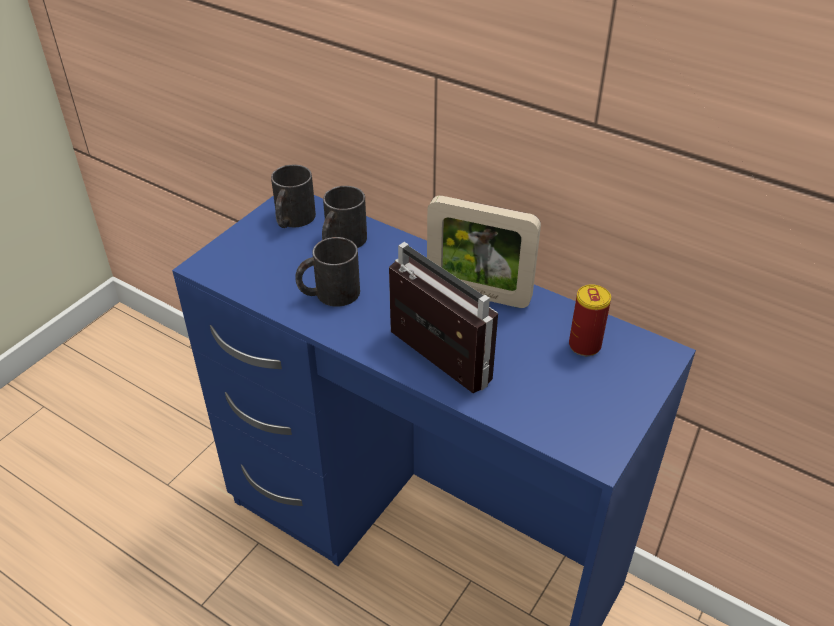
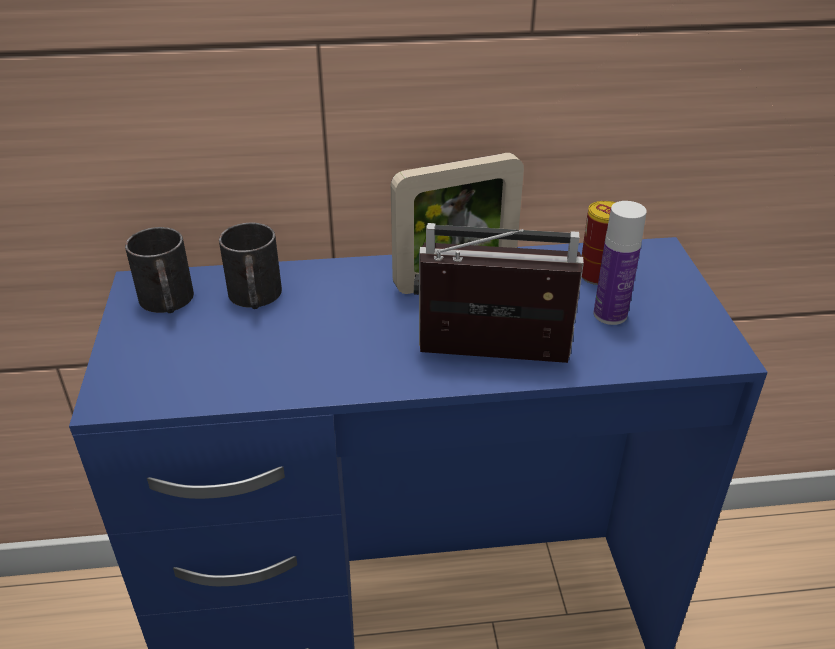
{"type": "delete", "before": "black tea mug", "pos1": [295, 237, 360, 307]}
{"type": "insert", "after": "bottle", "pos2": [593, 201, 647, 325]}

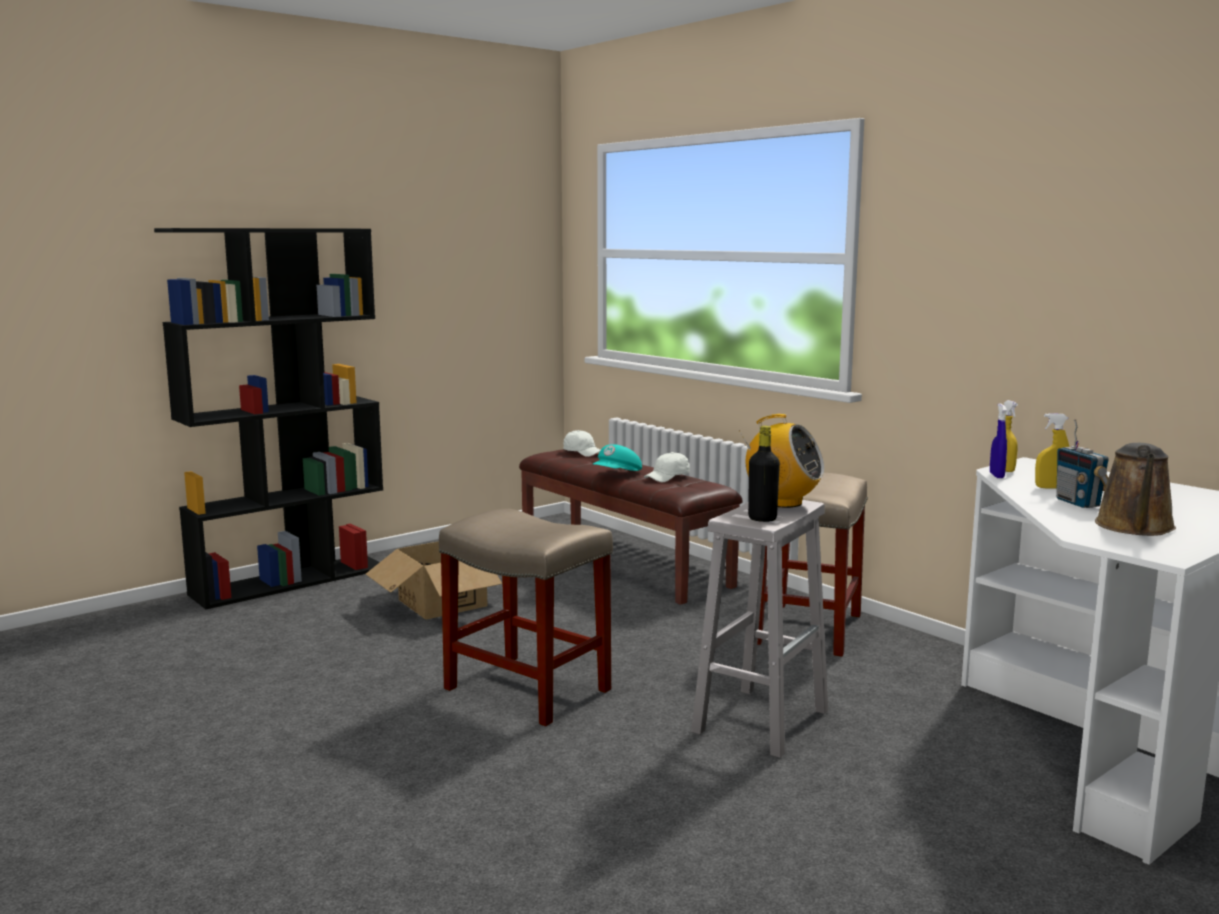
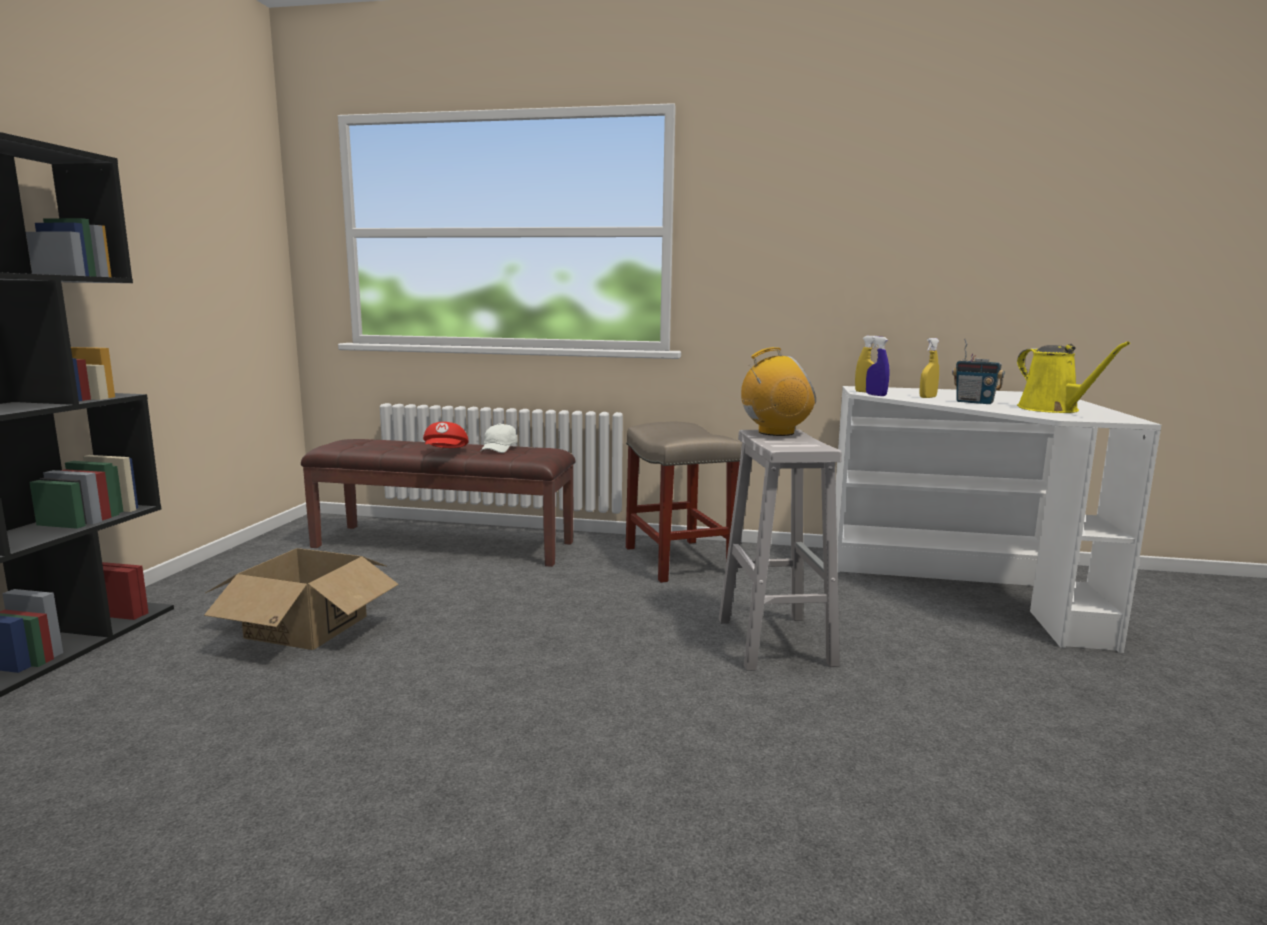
{"type": "delete", "before": "sand-coloured sitting stool", "pos1": [439, 509, 613, 726]}
{"type": "delete", "before": "white peaked cap", "pos1": [563, 430, 600, 457]}
{"type": "recolor", "before": "turquoise peaked cap", "after": "red-coloured peaked cap", "pos1": [592, 444, 642, 471], "pos2": [423, 422, 469, 448]}
{"type": "delete", "before": "black bottle", "pos1": [748, 426, 780, 522]}
{"type": "recolor", "before": "brown sprinkling can", "after": "yellow sprinkling can", "pos1": [1095, 443, 1176, 536], "pos2": [1017, 341, 1130, 413]}

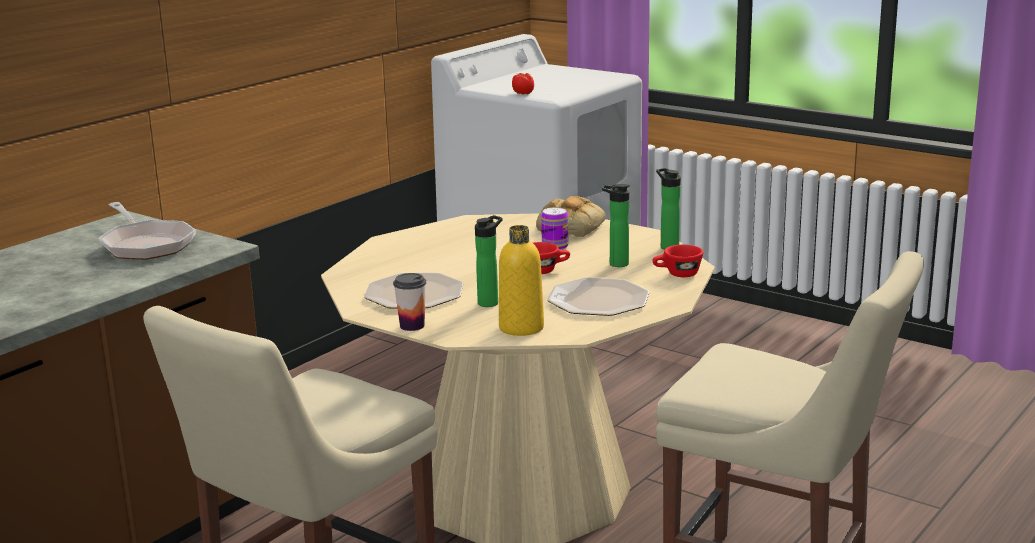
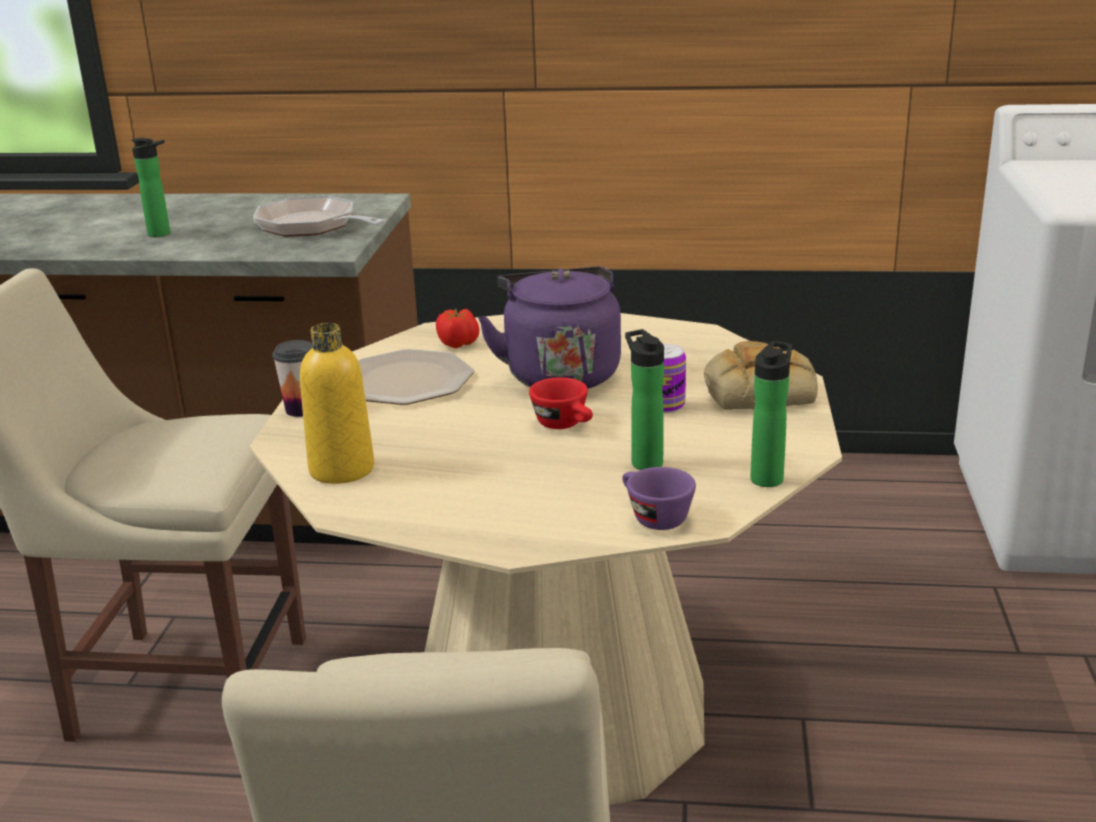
{"type": "rotate", "before": "skillet", "pos1": [99, 202, 196, 260], "pos2": [253, 196, 387, 237], "turn": 105}
{"type": "move", "before": "bottle", "pos1": [475, 215, 503, 307], "pos2": [131, 138, 170, 237]}
{"type": "move", "before": "fresh tomato", "pos1": [512, 73, 534, 94], "pos2": [436, 308, 479, 348]}
{"type": "delete", "before": "flat dish", "pos1": [547, 277, 649, 316]}
{"type": "recolor", "before": "red-coloured small cup", "after": "purple small cup", "pos1": [653, 245, 703, 277], "pos2": [622, 467, 696, 530]}
{"type": "insert", "after": "purple kettle", "pos2": [478, 266, 621, 389]}

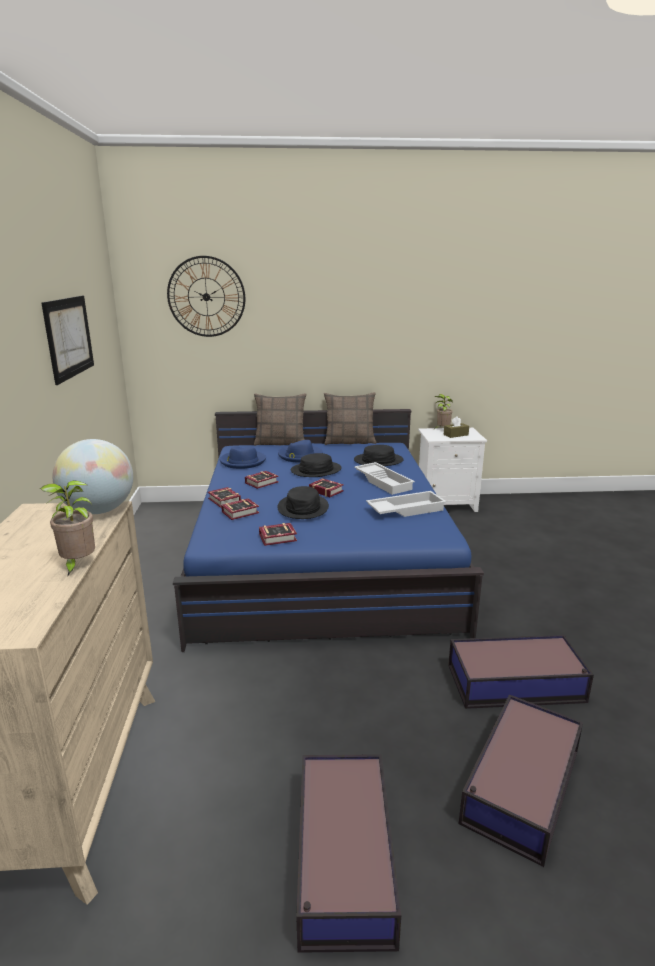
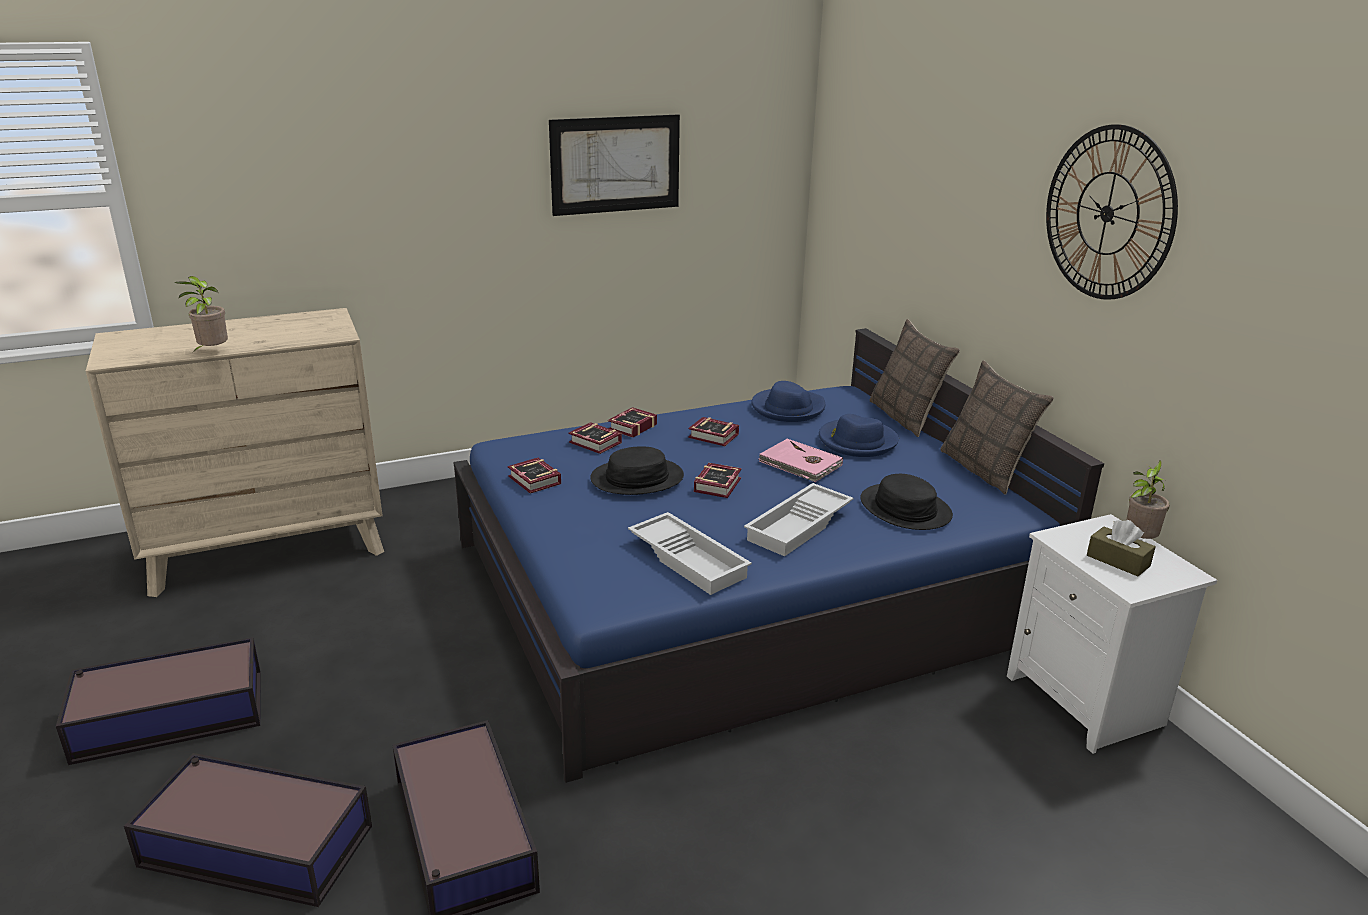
{"type": "delete", "before": "globe", "pos1": [52, 439, 133, 514]}
{"type": "move", "before": "wall clock", "pos1": [167, 256, 245, 337], "pos2": [1046, 124, 1178, 300]}
{"type": "replace", "before": "black wearable hat", "after": "pinkish volume", "pos1": [291, 453, 342, 477], "pos2": [758, 439, 843, 482]}

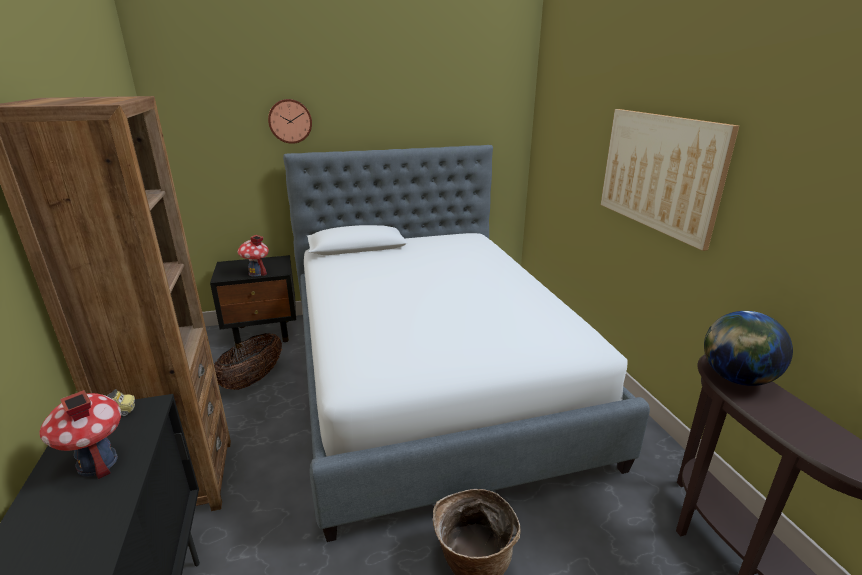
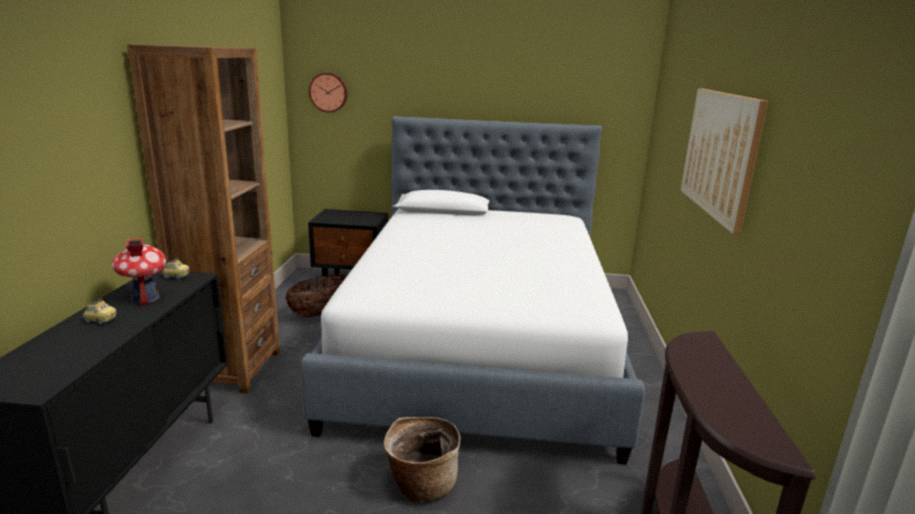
{"type": "delete", "before": "miniature house", "pos1": [238, 235, 269, 276]}
{"type": "move", "before": "wall clock", "pos1": [268, 99, 312, 144], "pos2": [309, 73, 348, 113]}
{"type": "delete", "before": "globe", "pos1": [704, 311, 793, 386]}
{"type": "insert", "after": "toy car", "pos2": [82, 298, 117, 325]}

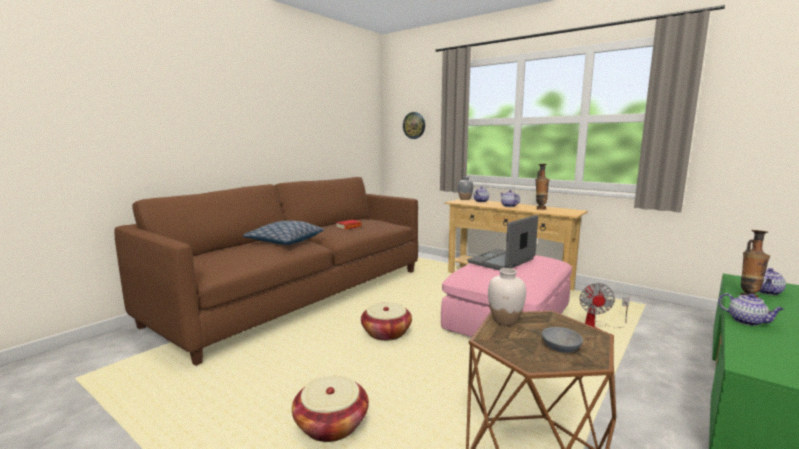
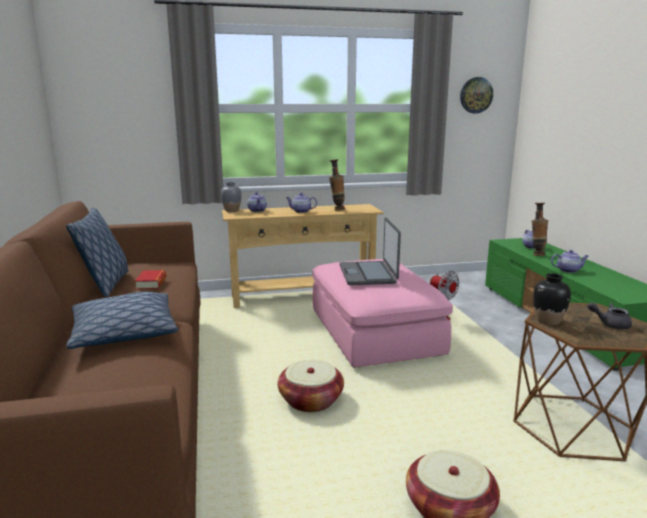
{"type": "move", "before": "wall clock", "pos1": [403, 112, 425, 139], "pos2": [460, 77, 493, 114]}
{"type": "recolor", "before": "white decorative vase", "after": "black decorative vase", "pos1": [488, 268, 526, 325], "pos2": [533, 273, 571, 325]}
{"type": "replace", "before": "greyish bowl", "after": "greyish tea pot", "pos1": [542, 327, 583, 353], "pos2": [587, 302, 632, 329]}
{"type": "insert", "after": "pillow", "pos2": [66, 208, 128, 297]}

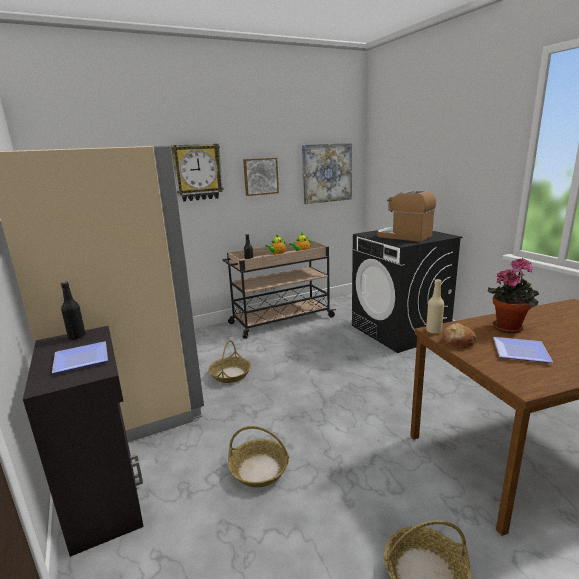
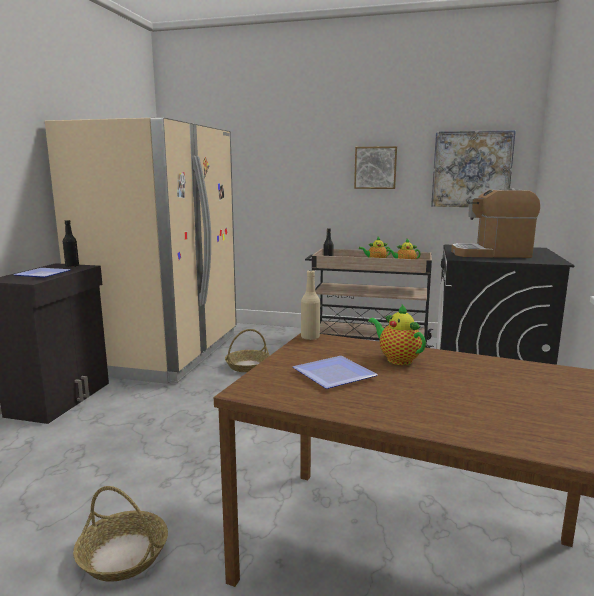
{"type": "delete", "before": "wall clock", "pos1": [171, 144, 224, 201]}
{"type": "delete", "before": "storage basket", "pos1": [228, 426, 289, 487]}
{"type": "rotate", "before": "coffee brewer", "pos1": [377, 191, 436, 242], "pos2": [451, 188, 540, 258], "turn": -75}
{"type": "delete", "before": "baked bread", "pos1": [442, 323, 477, 348]}
{"type": "replace", "before": "houseplant", "after": "tea pot", "pos1": [488, 258, 539, 333], "pos2": [368, 304, 426, 365]}

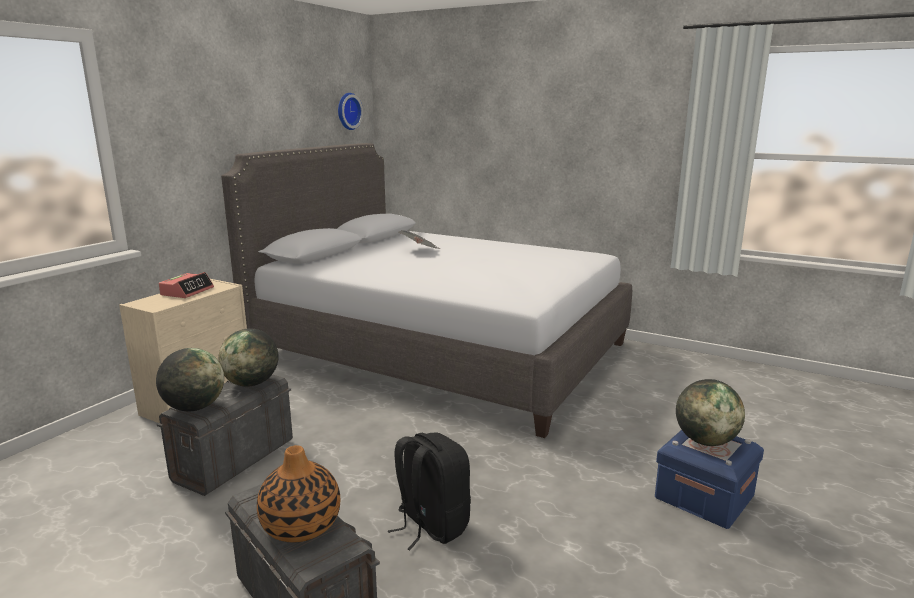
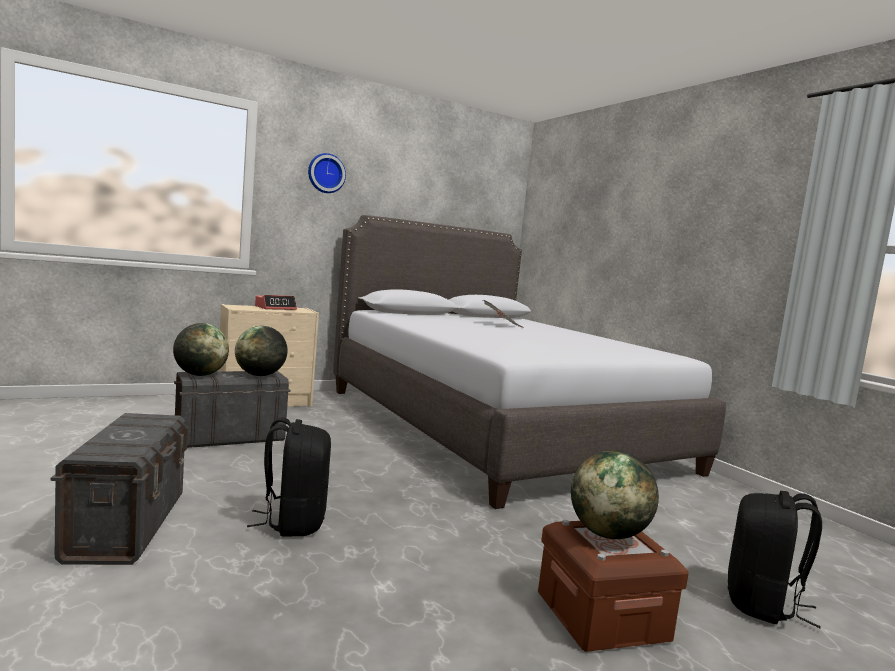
{"type": "delete", "before": "decorative vase", "pos1": [257, 445, 340, 543]}
{"type": "move", "before": "wall clock", "pos1": [338, 93, 363, 130], "pos2": [308, 153, 346, 193]}
{"type": "recolor", "before": "blue-coloured storage bin", "after": "brown storage bin", "pos1": [655, 430, 764, 529], "pos2": [538, 520, 689, 652]}
{"type": "insert", "after": "black knapsack", "pos2": [728, 491, 822, 628]}

